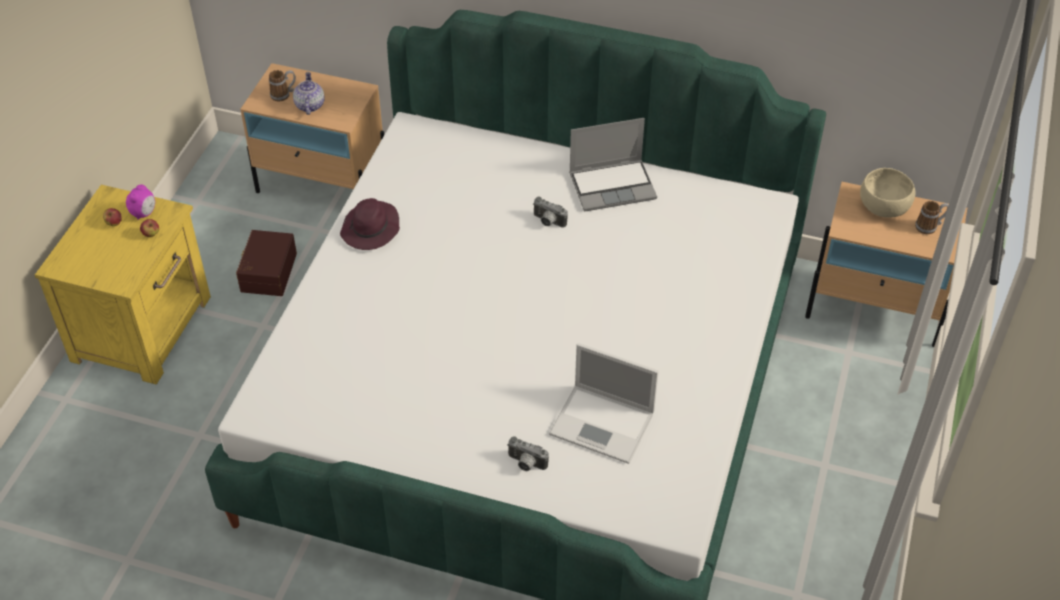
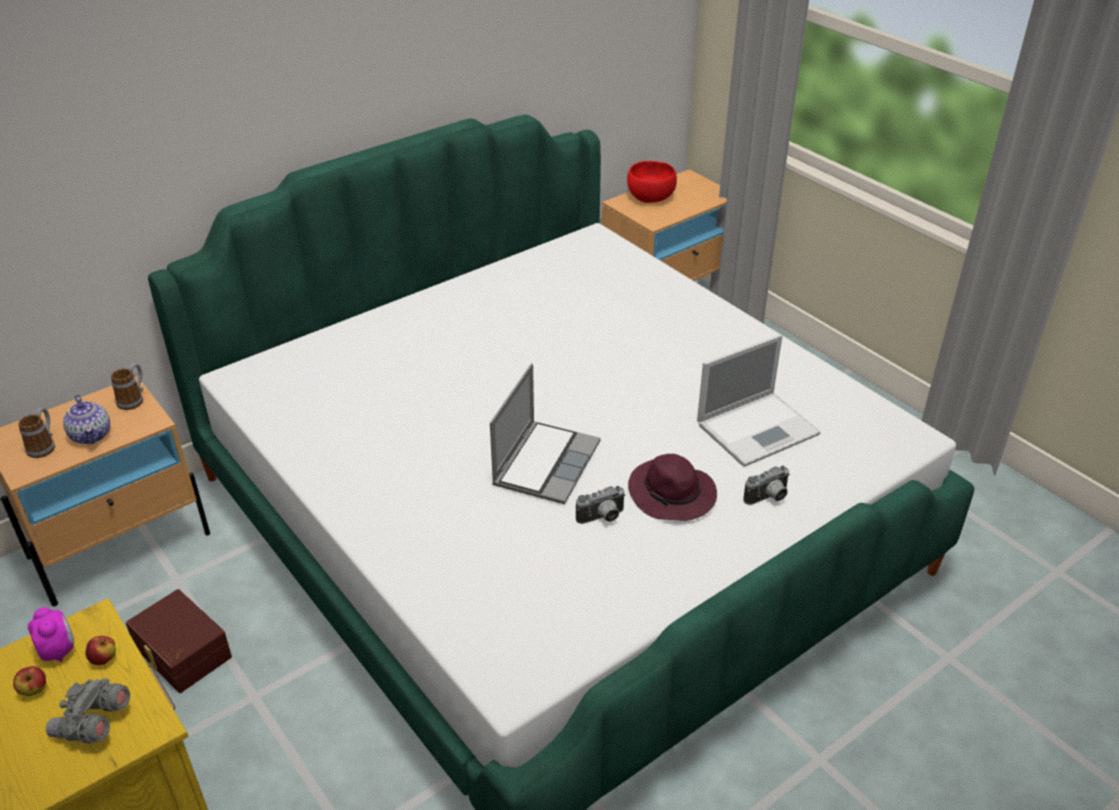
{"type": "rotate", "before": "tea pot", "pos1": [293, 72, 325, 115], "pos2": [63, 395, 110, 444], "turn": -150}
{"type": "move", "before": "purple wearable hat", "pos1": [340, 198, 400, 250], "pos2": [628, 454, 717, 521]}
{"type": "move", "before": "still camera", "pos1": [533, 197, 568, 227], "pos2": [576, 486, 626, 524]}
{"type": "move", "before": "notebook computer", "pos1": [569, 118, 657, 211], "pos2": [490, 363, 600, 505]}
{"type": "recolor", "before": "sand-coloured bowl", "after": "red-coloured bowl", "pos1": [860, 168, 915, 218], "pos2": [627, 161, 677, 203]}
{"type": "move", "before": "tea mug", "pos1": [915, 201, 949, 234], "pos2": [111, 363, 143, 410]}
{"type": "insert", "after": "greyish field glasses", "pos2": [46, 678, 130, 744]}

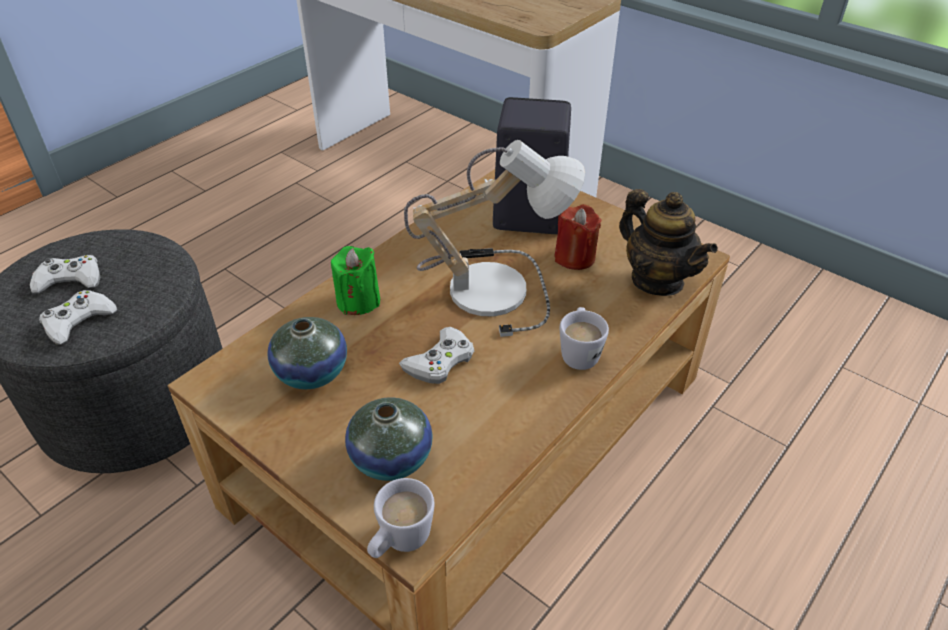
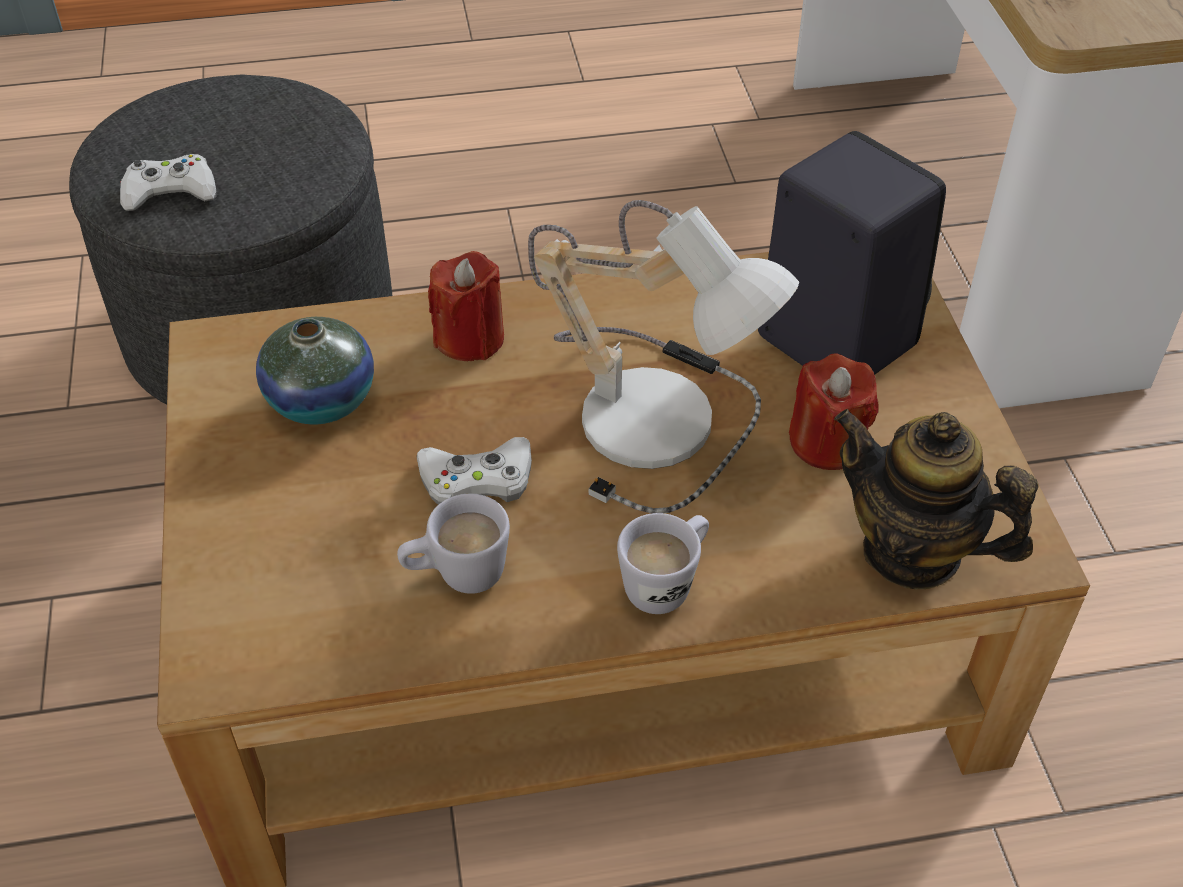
{"type": "delete", "before": "white game controller", "pos1": [30, 255, 100, 293]}
{"type": "recolor", "before": "green wax candle", "after": "red-coloured wax candle", "pos1": [331, 246, 380, 315], "pos2": [428, 251, 504, 361]}
{"type": "delete", "before": "decorative vase", "pos1": [345, 397, 433, 481]}
{"type": "move", "before": "white tea mug", "pos1": [367, 478, 434, 558], "pos2": [397, 494, 510, 594]}
{"type": "rotate", "before": "tea pot", "pos1": [619, 189, 718, 296], "pos2": [834, 409, 1039, 589], "turn": 120}

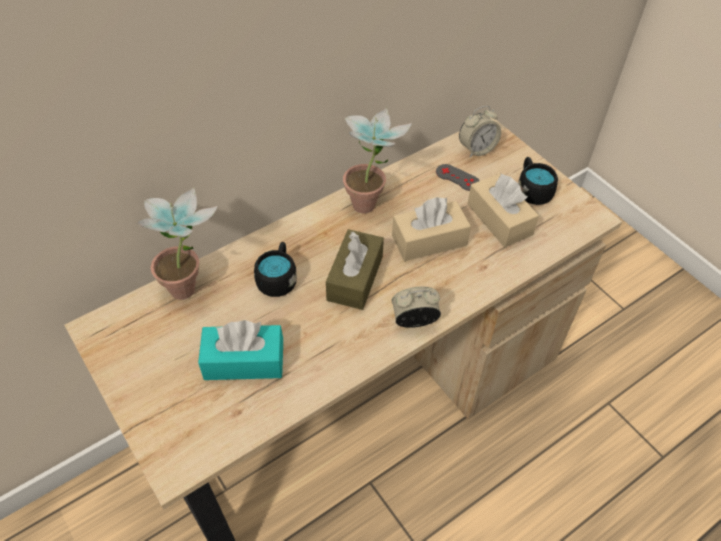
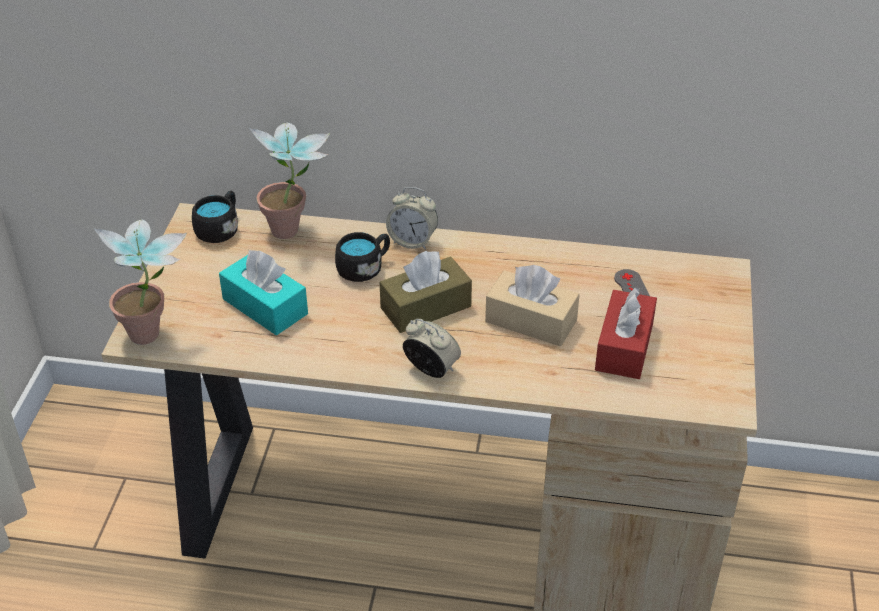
{"type": "move", "before": "houseplant", "pos1": [343, 107, 412, 213], "pos2": [94, 220, 187, 345]}
{"type": "move", "before": "table clock", "pos1": [459, 106, 501, 157], "pos2": [386, 187, 438, 250]}
{"type": "recolor", "before": "sand-coloured tissue box", "after": "red-coloured tissue box", "pos1": [468, 173, 539, 247], "pos2": [595, 287, 657, 379]}
{"type": "move", "before": "black tea mug", "pos1": [518, 157, 558, 205], "pos2": [192, 191, 238, 243]}

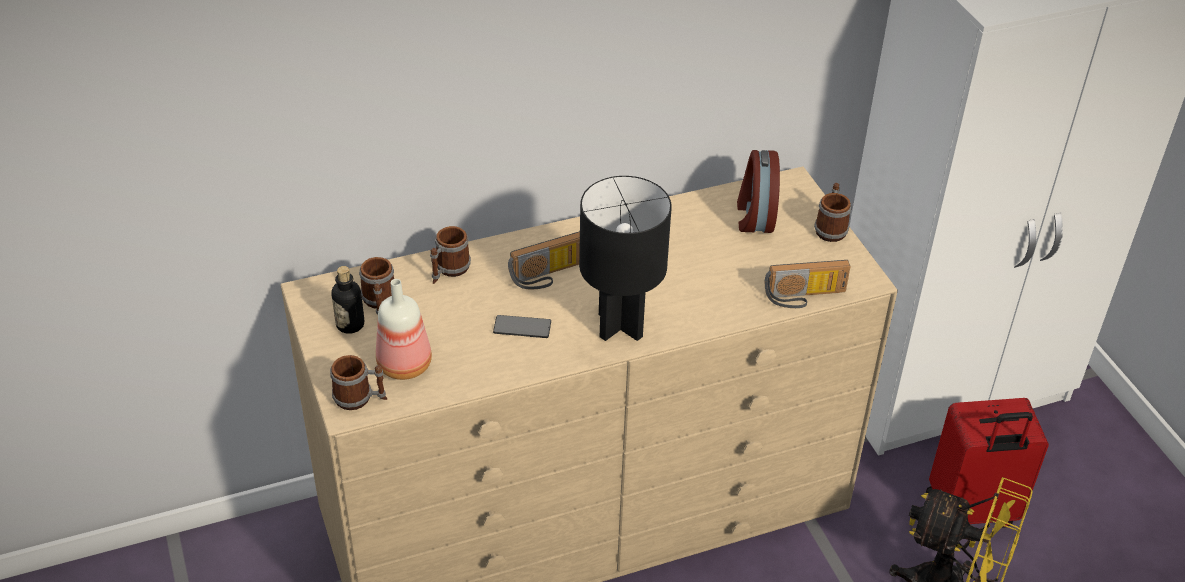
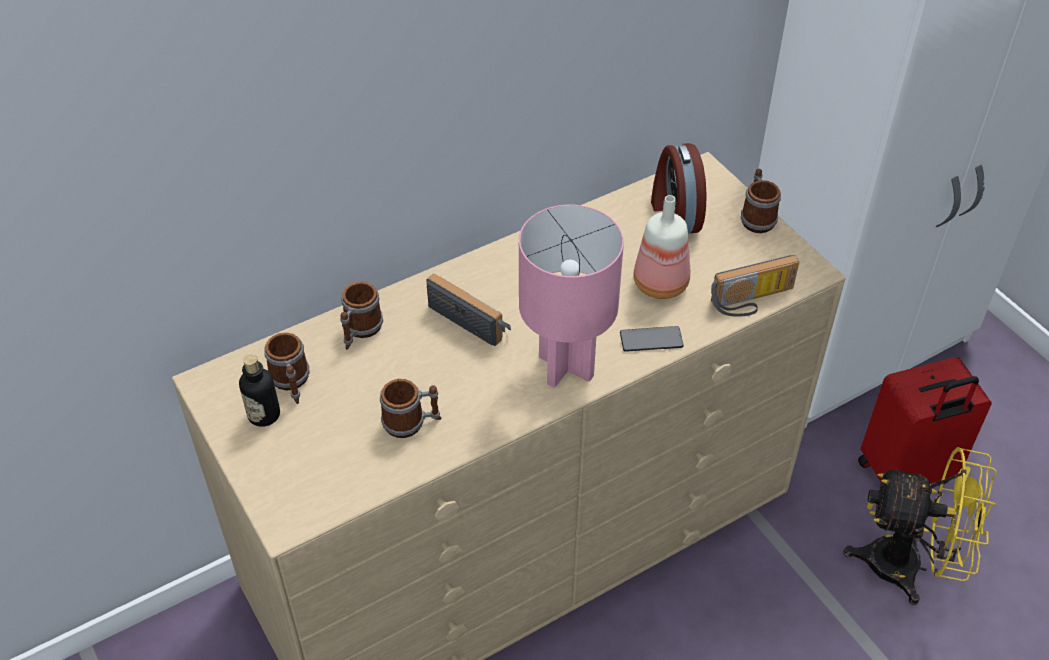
{"type": "move", "before": "tea mug", "pos1": [330, 355, 387, 410], "pos2": [380, 379, 442, 438]}
{"type": "move", "before": "bottle", "pos1": [376, 279, 432, 380], "pos2": [633, 195, 690, 299]}
{"type": "move", "before": "telephone", "pos1": [493, 315, 551, 338], "pos2": [620, 326, 684, 352]}
{"type": "rotate", "before": "radio receiver", "pos1": [508, 231, 580, 289], "pos2": [426, 274, 511, 346], "turn": -105}
{"type": "recolor", "before": "black tabletop lamp", "after": "pinkish tabletop lamp", "pos1": [579, 176, 672, 341], "pos2": [519, 205, 624, 388]}

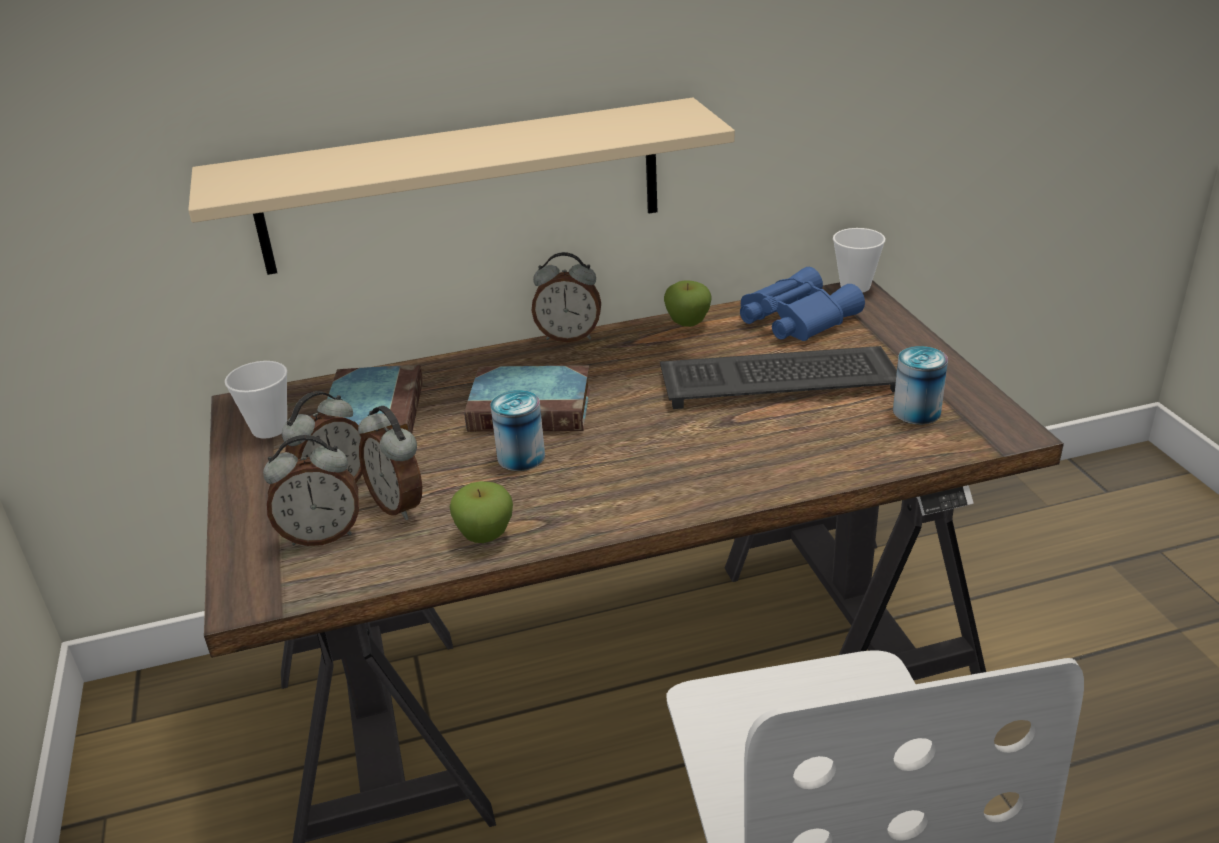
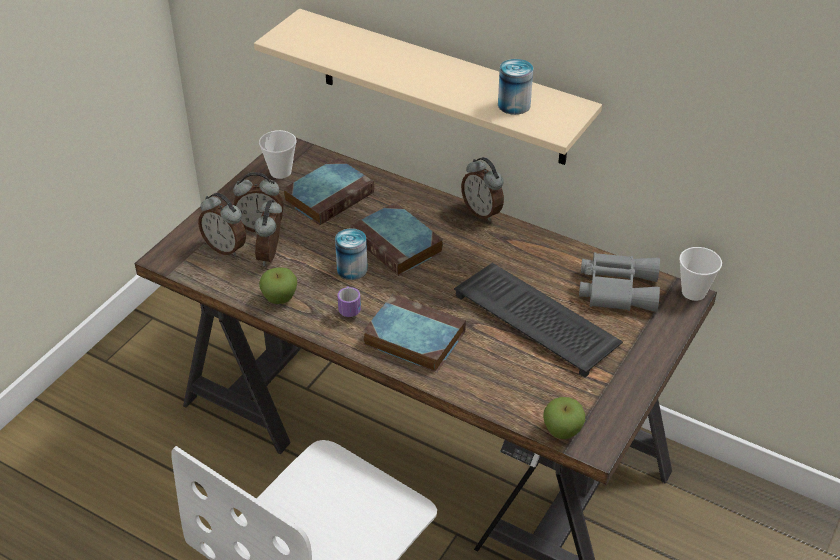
{"type": "move", "before": "apple", "pos1": [664, 280, 711, 327], "pos2": [543, 397, 585, 439]}
{"type": "recolor", "before": "blue-coloured field glasses", "after": "greyish field glasses", "pos1": [740, 267, 865, 341], "pos2": [579, 252, 660, 312]}
{"type": "move", "before": "metal can", "pos1": [893, 346, 948, 424], "pos2": [498, 59, 533, 115]}
{"type": "insert", "after": "tea mug", "pos2": [337, 286, 361, 317]}
{"type": "insert", "after": "volume", "pos2": [363, 294, 466, 373]}

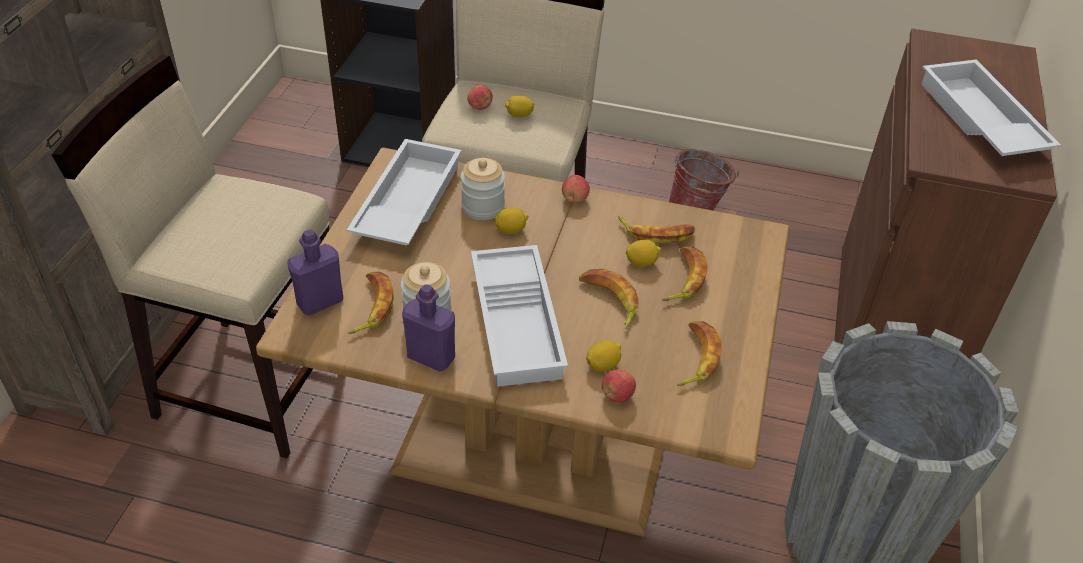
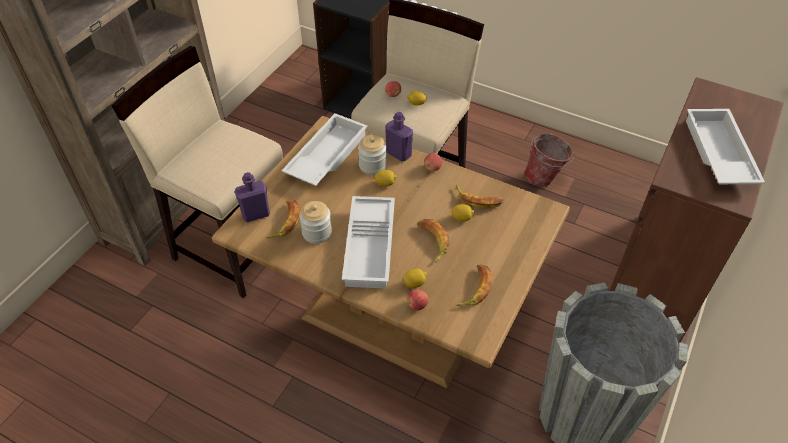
{"type": "move", "before": "purple bottle", "pos1": [402, 284, 455, 372], "pos2": [385, 112, 413, 162]}
{"type": "delete", "before": "whole banana", "pos1": [662, 246, 708, 301]}

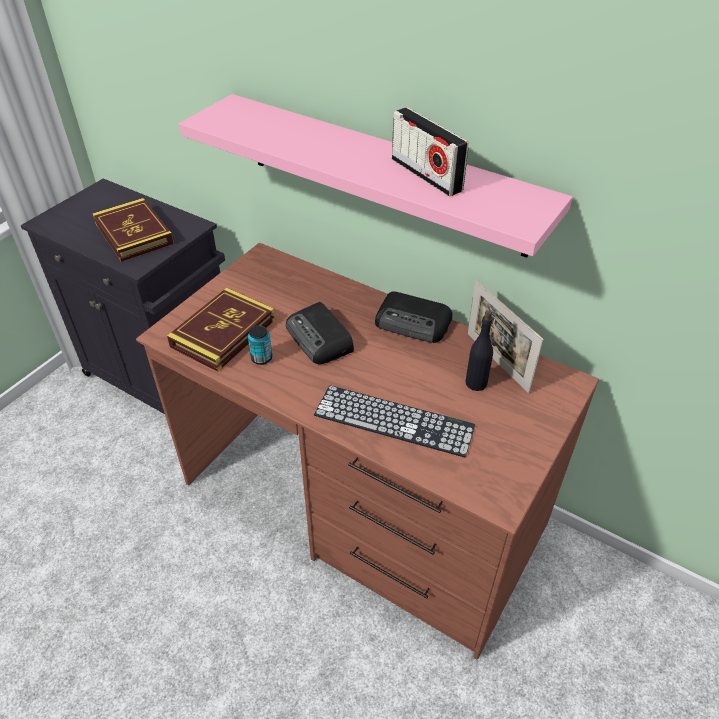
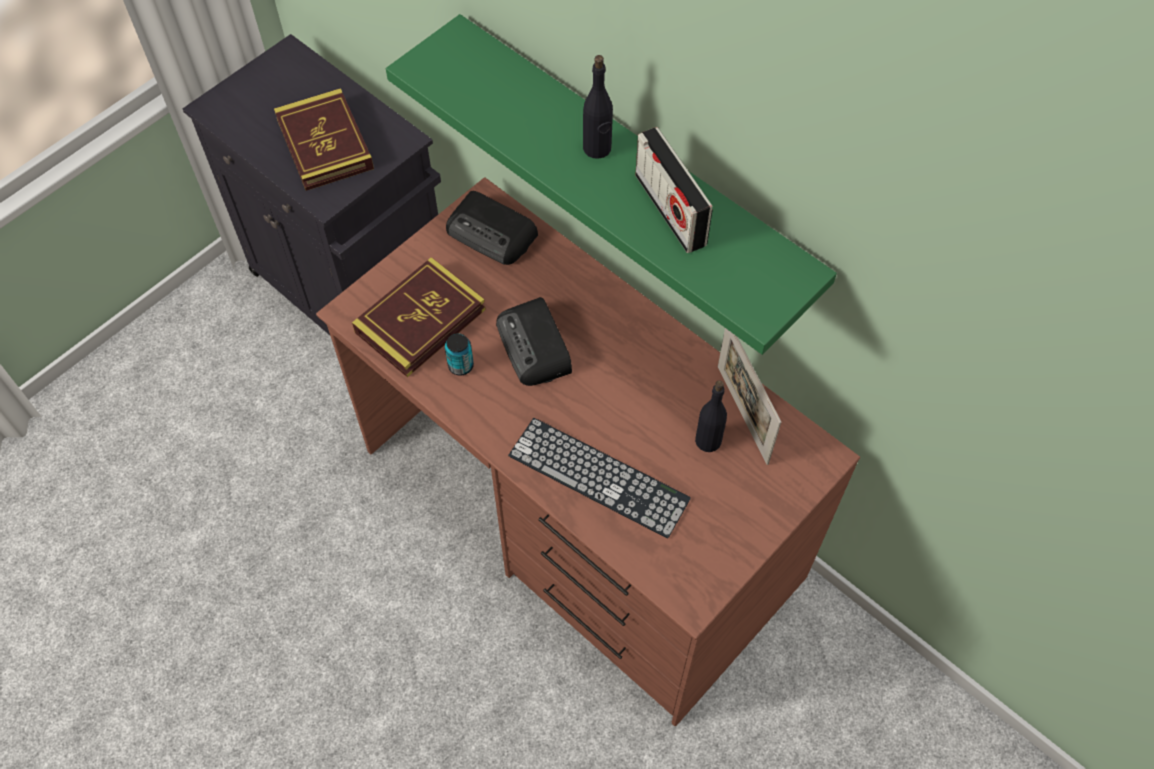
{"type": "recolor", "before": "pinkish bracket shelf", "after": "green bracket shelf", "pos1": [179, 94, 573, 258], "pos2": [386, 14, 837, 355]}
{"type": "move", "before": "radio receiver", "pos1": [375, 292, 452, 343], "pos2": [446, 191, 538, 265]}
{"type": "insert", "after": "black bottle", "pos2": [583, 55, 613, 159]}

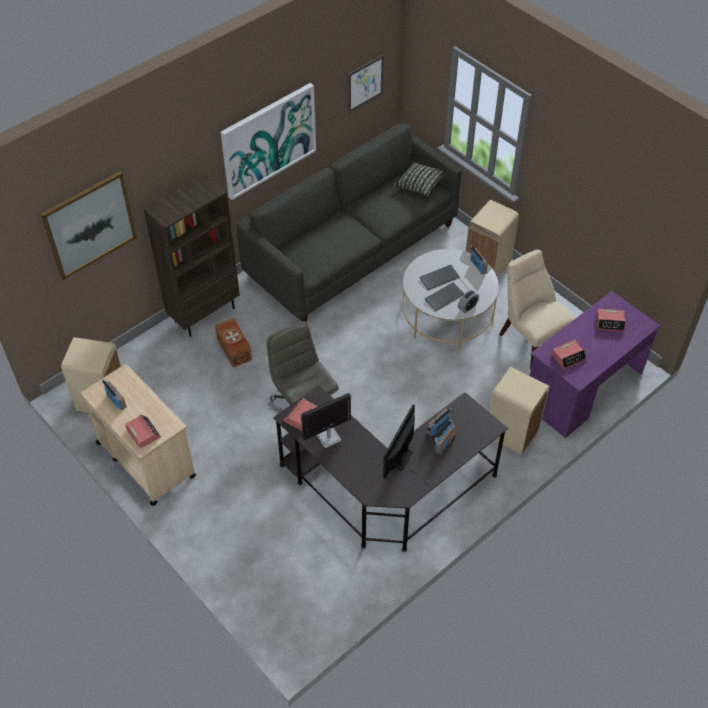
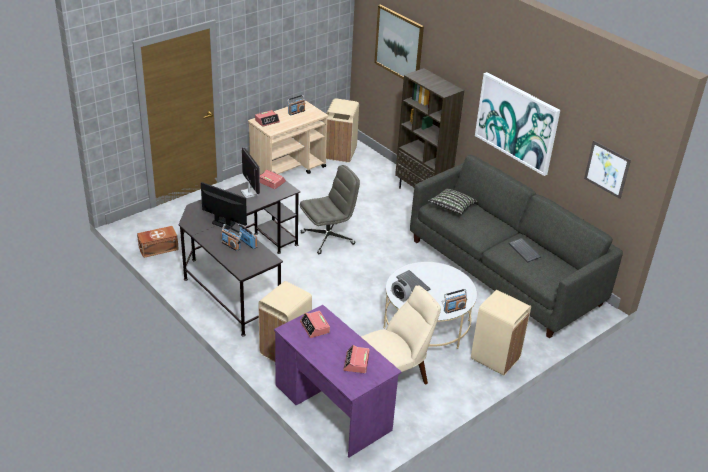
{"type": "move", "before": "brown storage bin", "pos1": [215, 318, 252, 367], "pos2": [137, 226, 179, 258]}
{"type": "move", "before": "pillow", "pos1": [394, 162, 446, 196], "pos2": [428, 189, 478, 214]}
{"type": "move", "before": "PC keyboard", "pos1": [419, 265, 460, 290], "pos2": [509, 238, 541, 262]}

